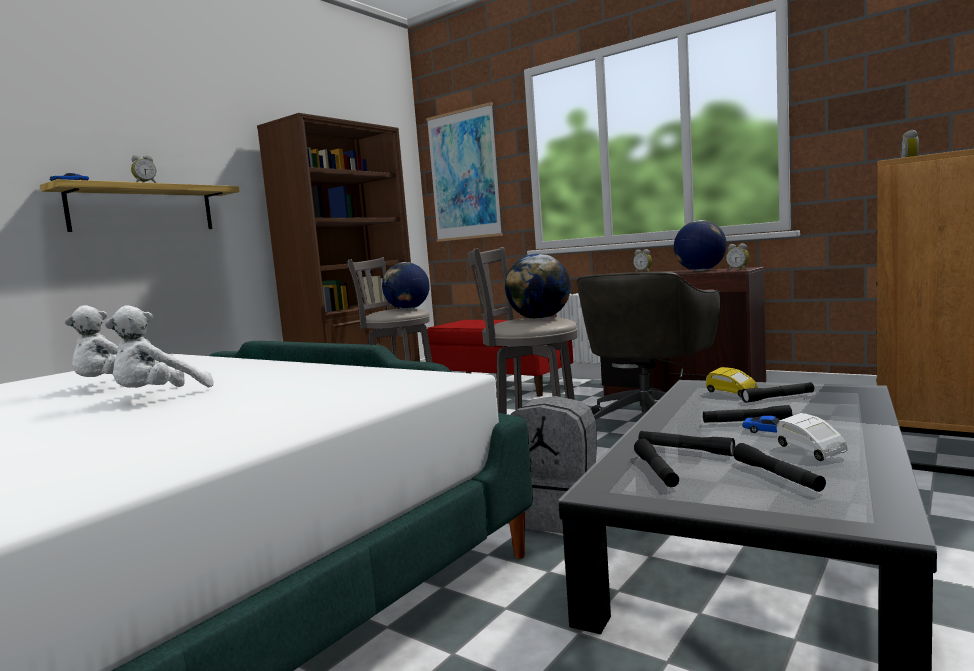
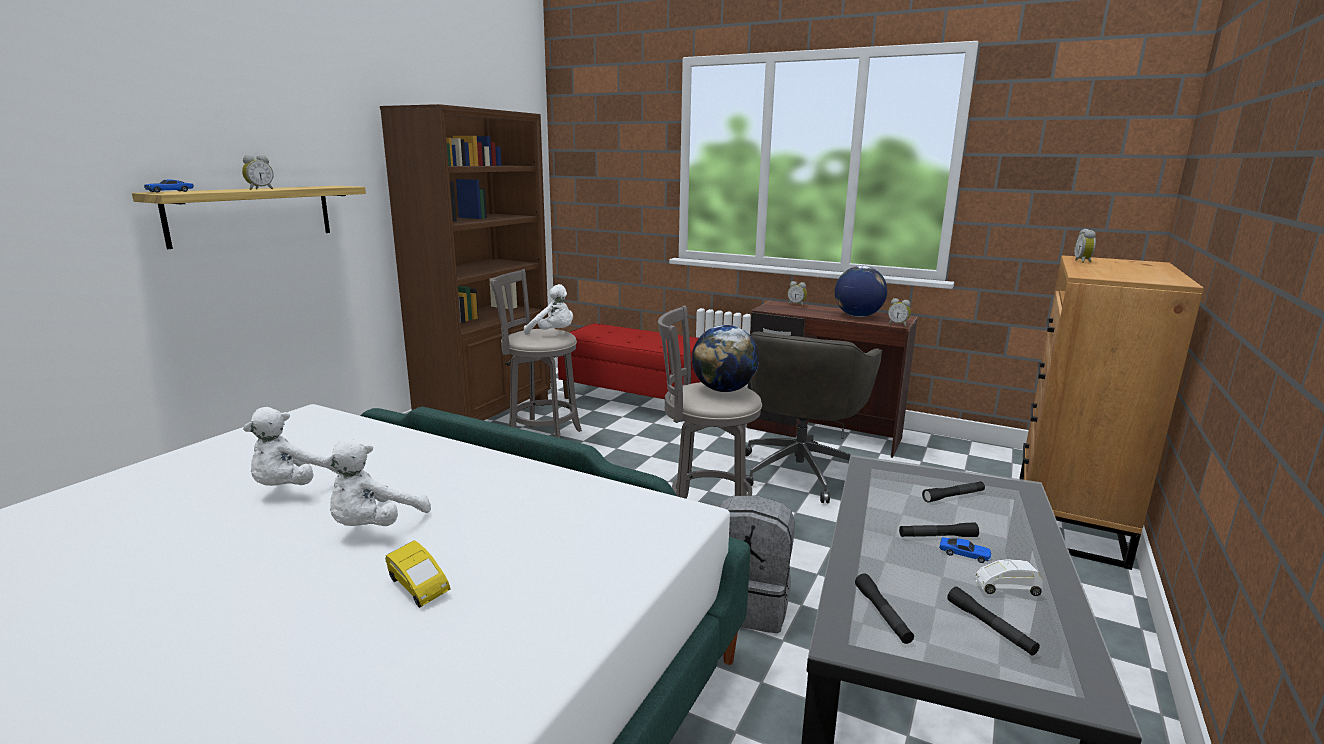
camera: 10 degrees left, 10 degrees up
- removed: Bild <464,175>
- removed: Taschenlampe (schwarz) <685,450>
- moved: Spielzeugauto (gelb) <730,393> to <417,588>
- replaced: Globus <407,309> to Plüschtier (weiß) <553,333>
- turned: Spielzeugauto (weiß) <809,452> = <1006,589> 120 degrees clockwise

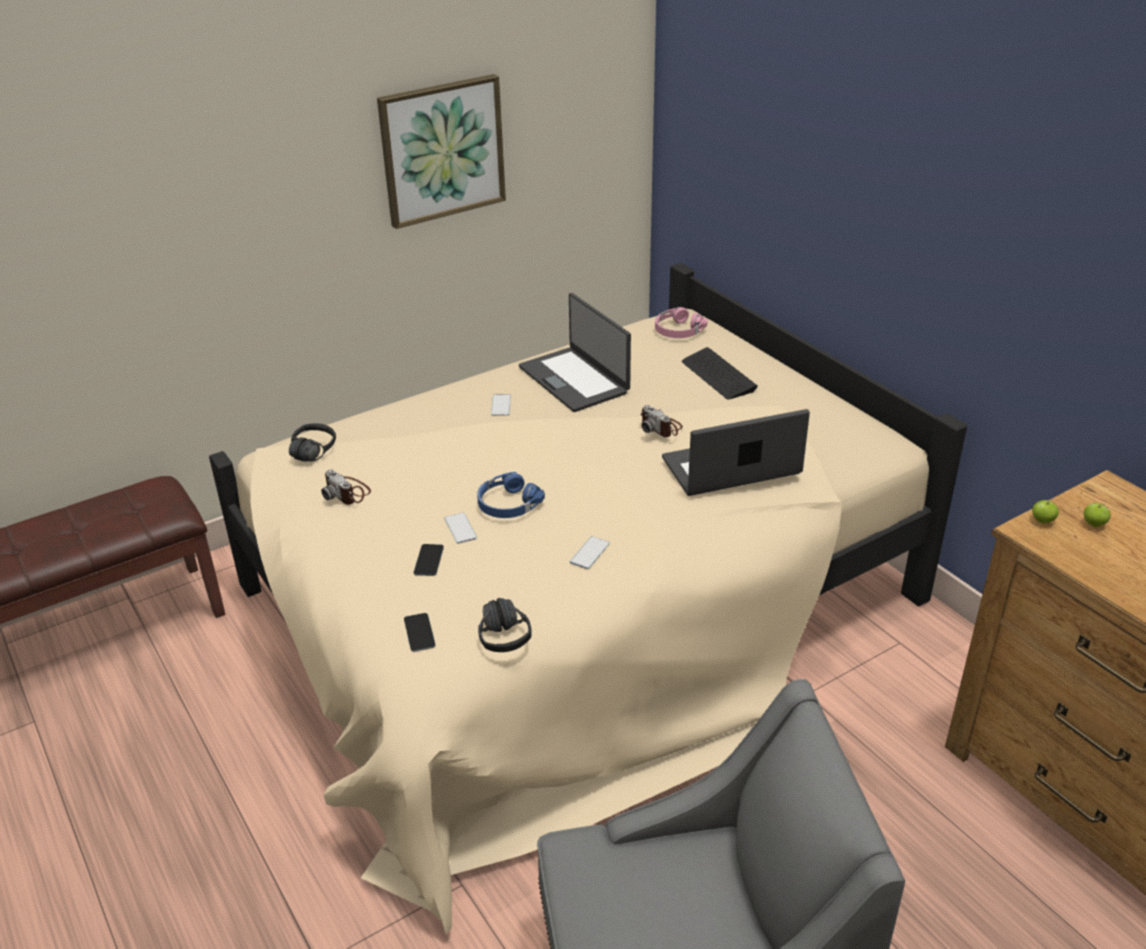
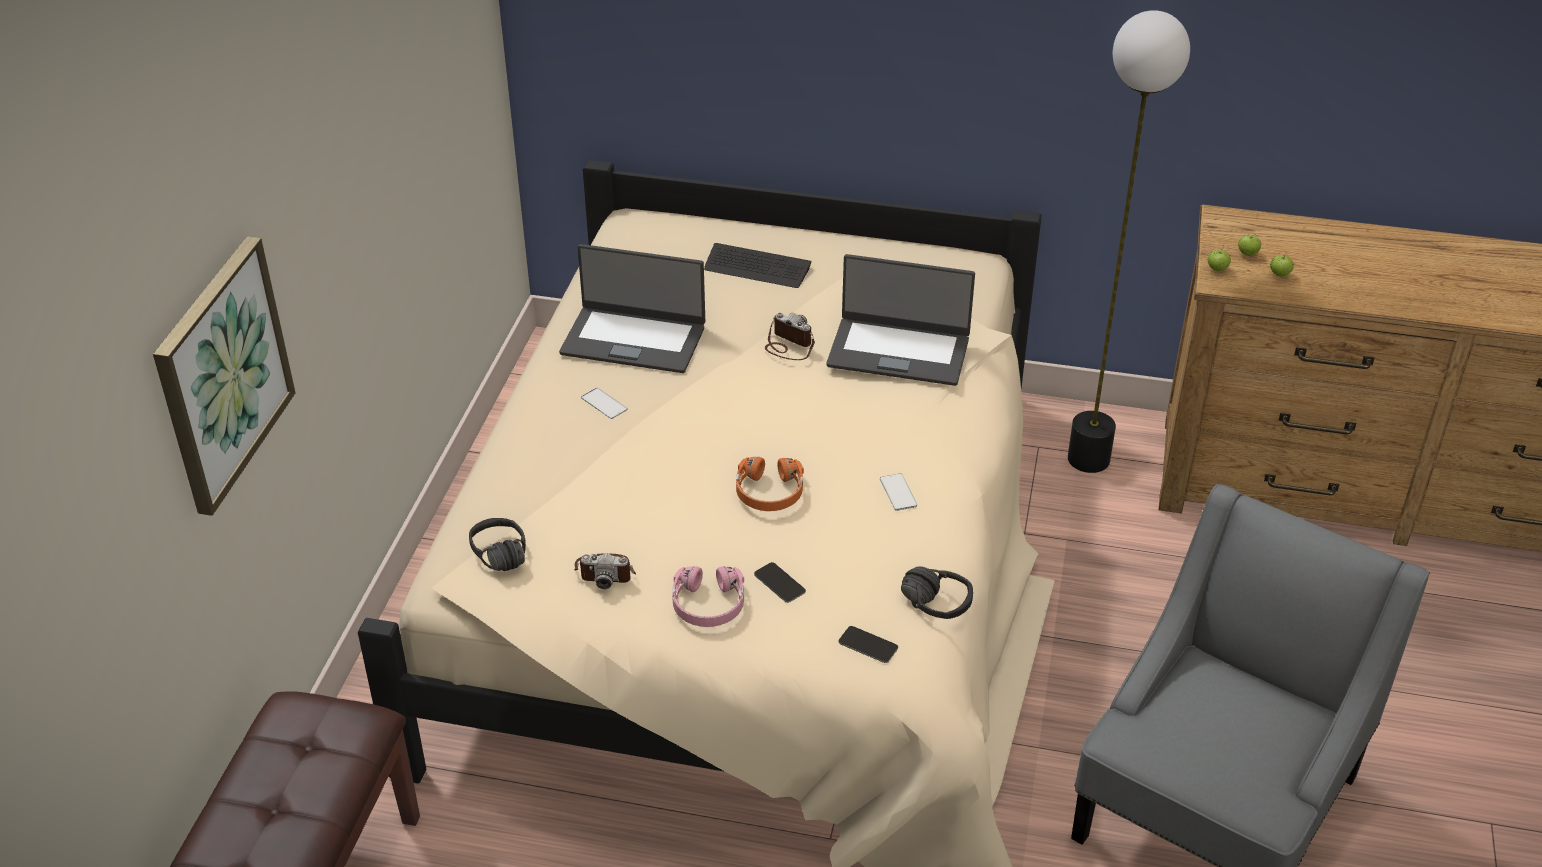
camera: 45 degrees left, 5 degrees up
- removed: Handy <460,528>
- added: Stehlampe <1089,458>
- added: Apfel <1279,275>
- moved: Bild <442,150> to <222,374>
- moved: Kopfhörer (rosa) <678,331> to <708,605>
- recoloured: Kopfhörer (blau) <507,504> to Kopfhörer (orange) <769,492>
- turned: Kamera <661,427> = <788,345> 150 degrees counterclockwise
- turned: Laptop <732,468> = <898,351> 105 degrees counterclockwise

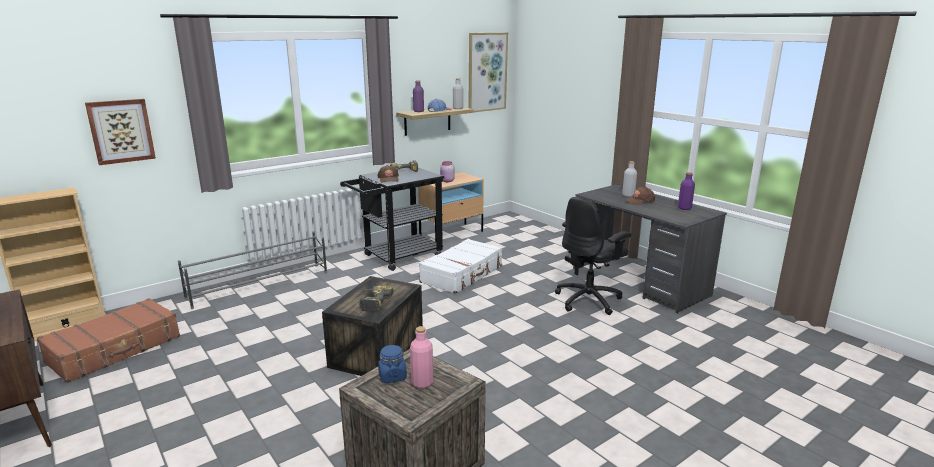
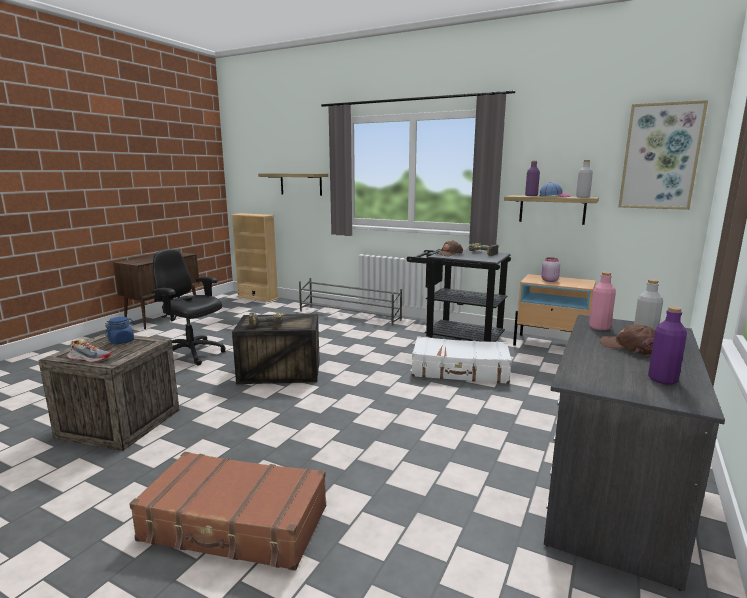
camera: 65 degrees right, 5 degrees down
- added: Schuh <89,358>
- moved: Koffer (braun) <115,349> to <235,524>
- moved: Flasche (rosa) <422,383> to <599,327>
- moved: Bürostuhl (schwarz) <589,300> to <192,355>
- replaced: Bild <121,131> to Wandregal <301,184>

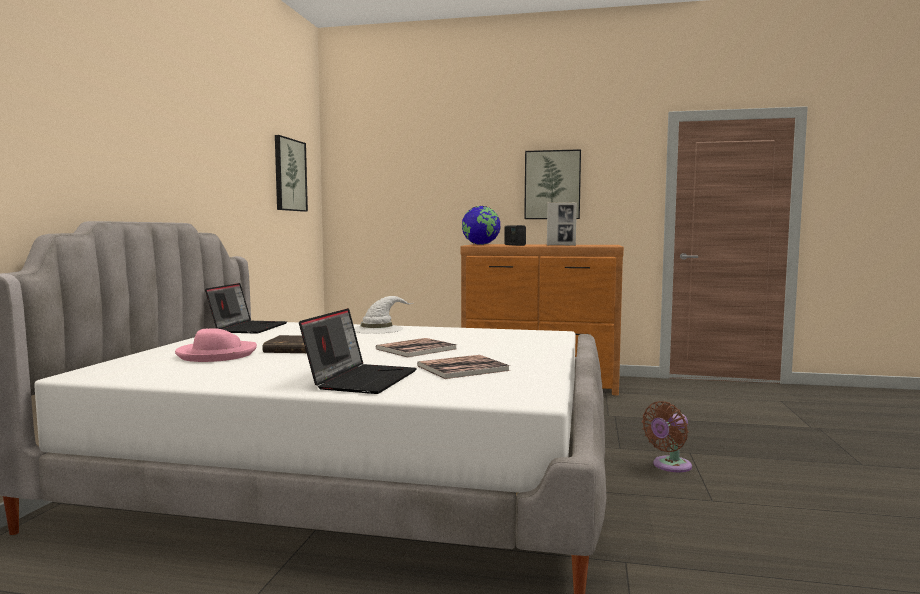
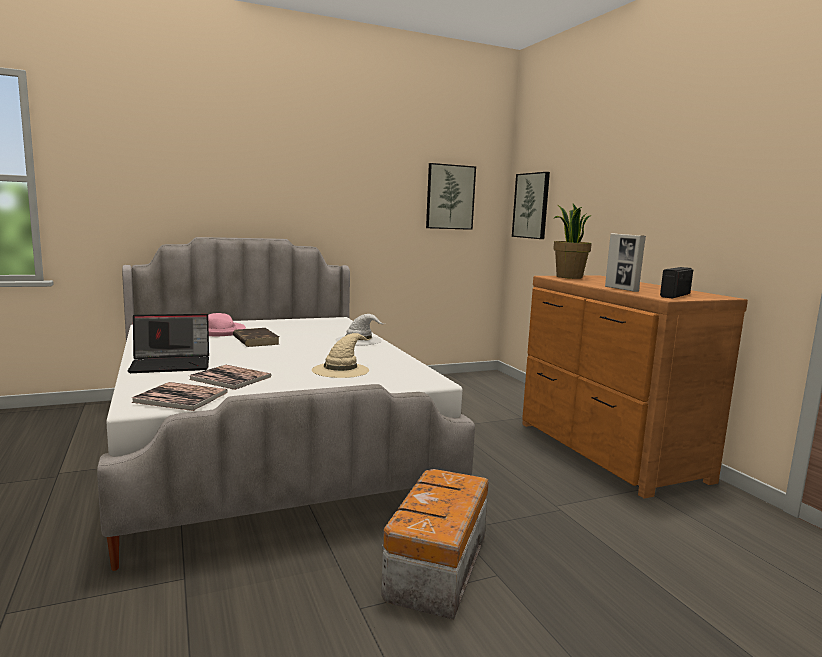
camera: 55 degrees right, 5 degrees up
- removed: Laptop <248,328>
- added: Hut (beige) <341,369>
- moved: Buch <416,349> to <181,397>
- moved: Radio <514,245> to <674,295>
- moved: Bild <552,185> to <531,205>
- replaced: Globus <481,244> to Topfpflanze <568,277>
- replaced: Ventilator (braun) <669,466> to Aufbewahrungsbox <435,567>

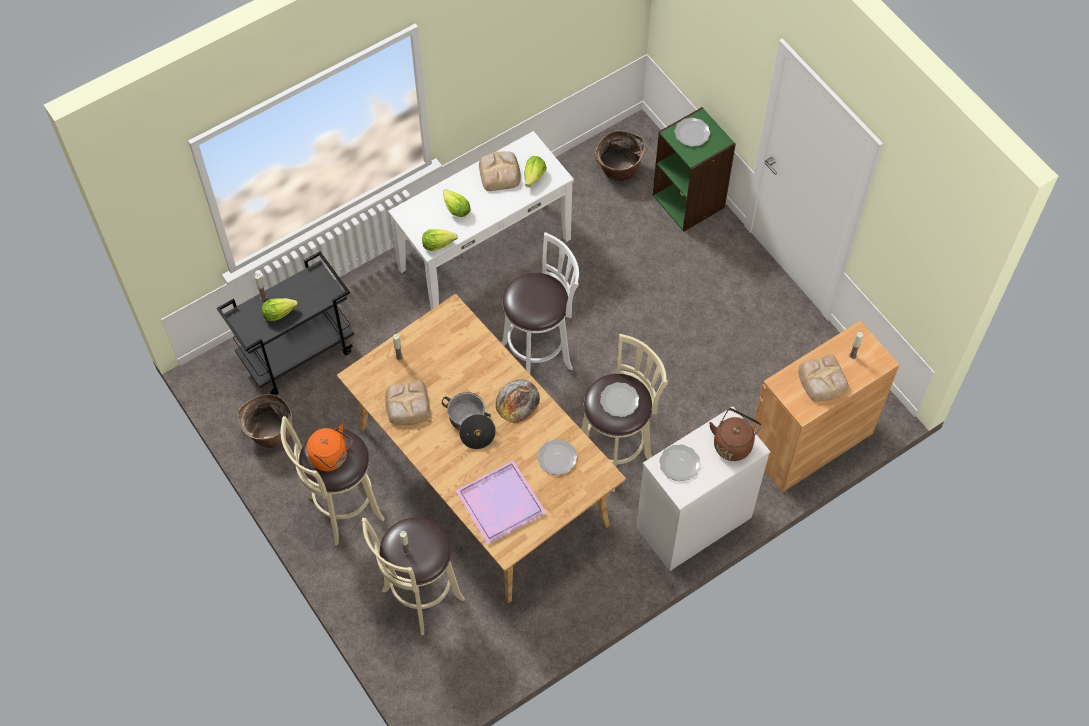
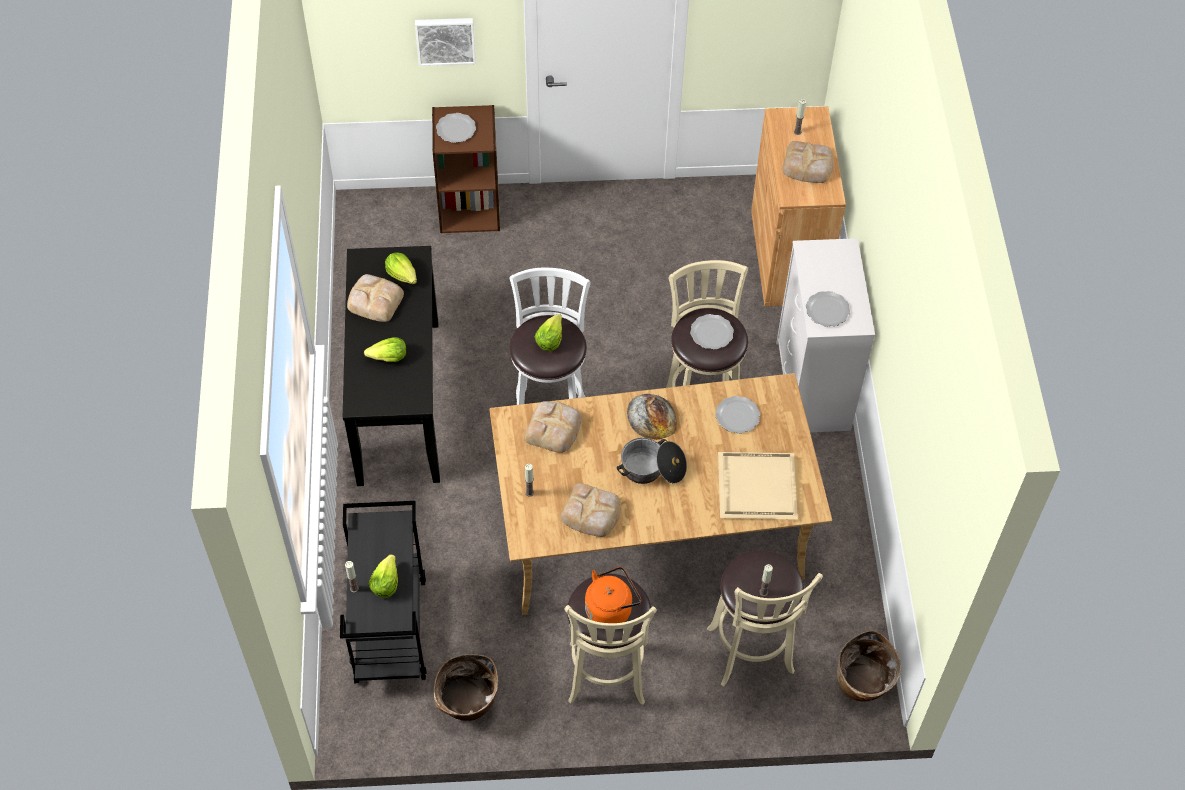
camera: 60 degrees left, 5 degrees down
- removed: Wasserkessel (braun) <733,443>
- added: Bild <445,39>
- added: Brot <554,428>
- moved: Salatkopf <438,243> to <550,339>
- moved: Korb <618,170> to <863,684>
- recoloured: Konsolentisch (weiß) <484,253> to Konsolentisch (schwarz) <398,401>
- recoloured: Tablett (lila) <499,502> to Tablett (beige) <755,488>
- recoloured: Bücherregal (grün) <689,201> to Bücherregal (braun) <469,209>

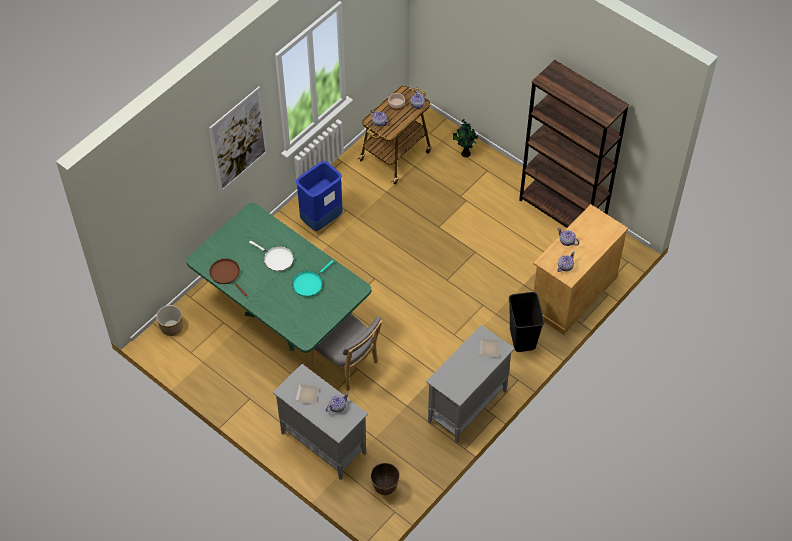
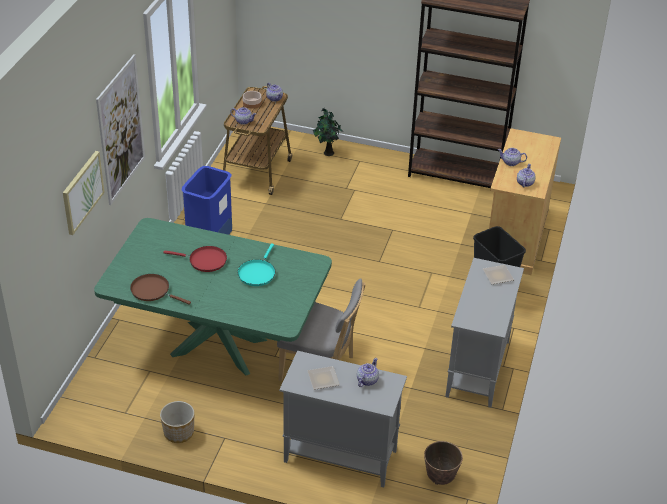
camera: 25 degrees left, 15 degrees down
- added: Bild <82,192>
- moved: Pflanzkübel <171,327> to <178,433>
- recoloured: Pfanne (weiß) <276,259> to Pfanne (rot) <205,261>

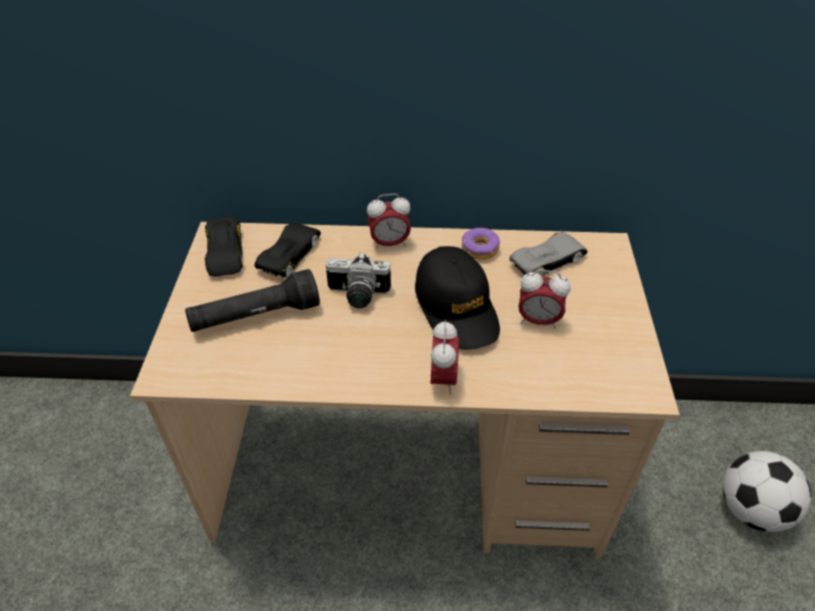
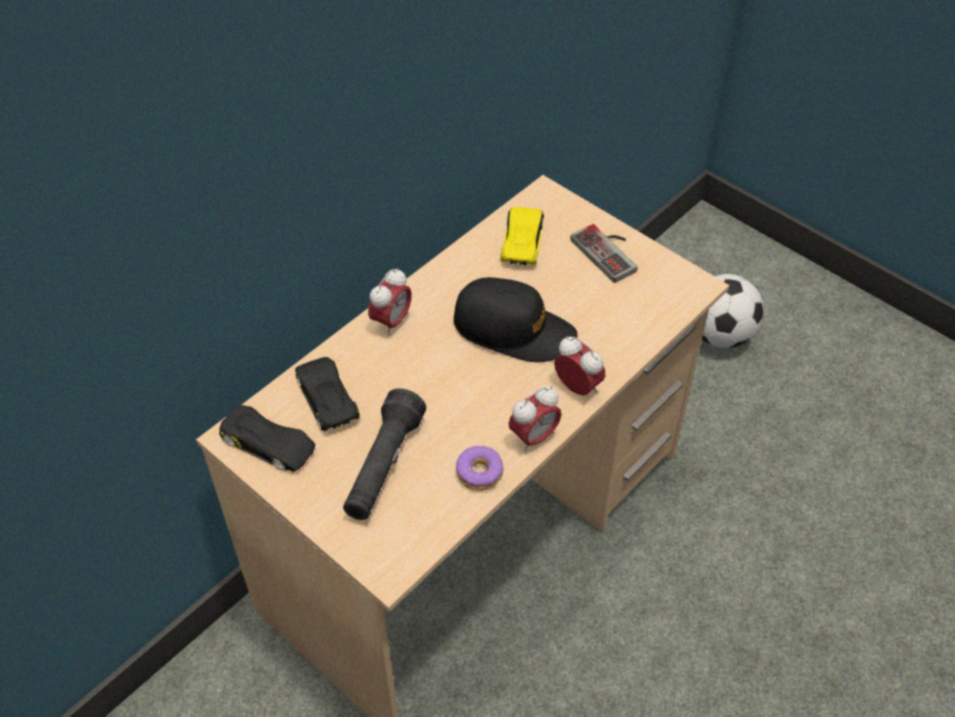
camera: 50 degrees left, 5 degrees up
- removed: Kamera <357,296>
- added: Gamepad <610,252>
- moved: Donut <480,249> to <480,473>
- moved: Wecker <538,320> to <534,437>
- recoloured: Spielzeugauto (grau) <547,260> to Spielzeugauto (gelb) <522,240>

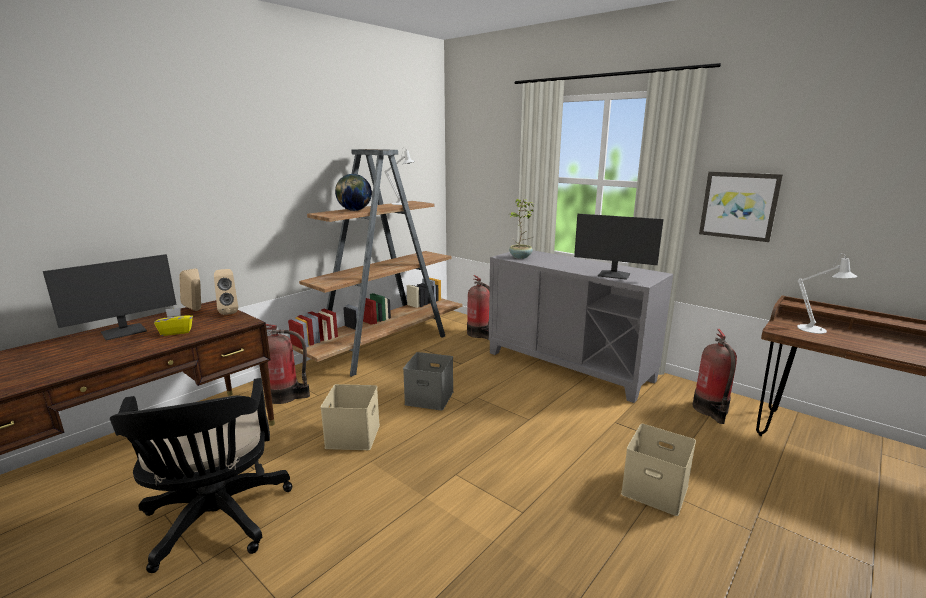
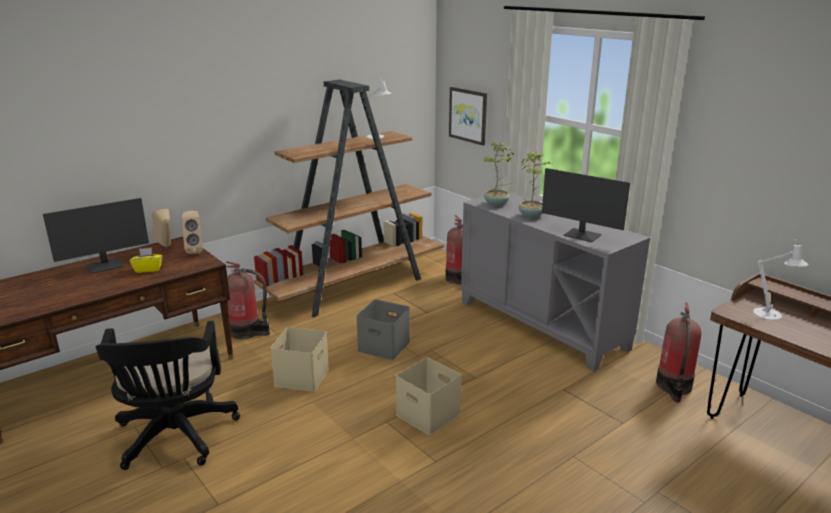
camera: 10 degrees right, 5 degrees up
- removed: Globus <354,210>
- added: Topfpflanze <531,215>
- moved: Aufbewahrungsbox (beige) <656,489> to <429,414>
- moved: Bild <739,205> to <468,115>

